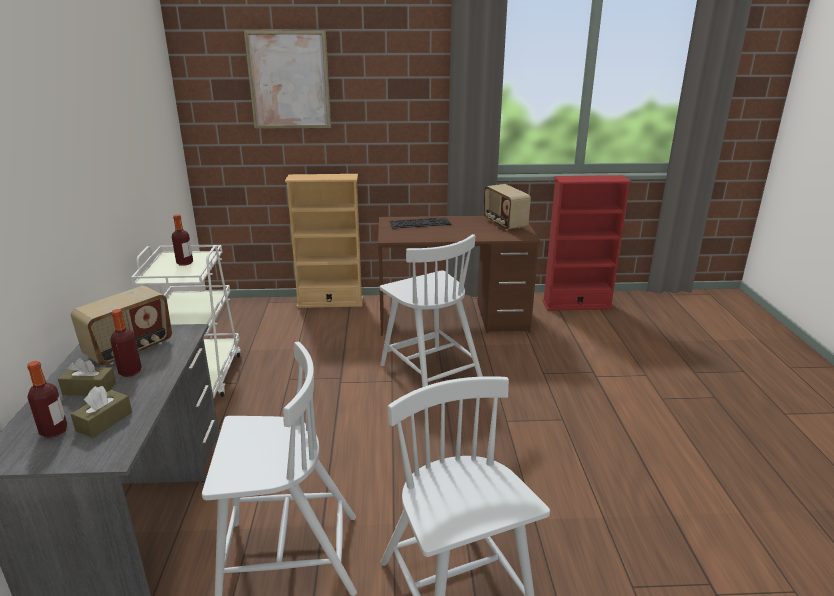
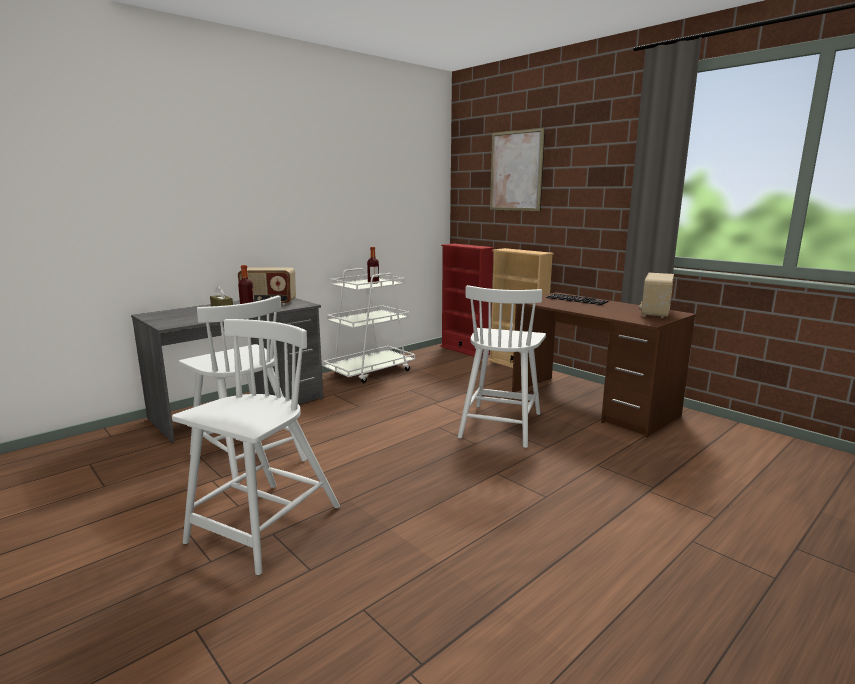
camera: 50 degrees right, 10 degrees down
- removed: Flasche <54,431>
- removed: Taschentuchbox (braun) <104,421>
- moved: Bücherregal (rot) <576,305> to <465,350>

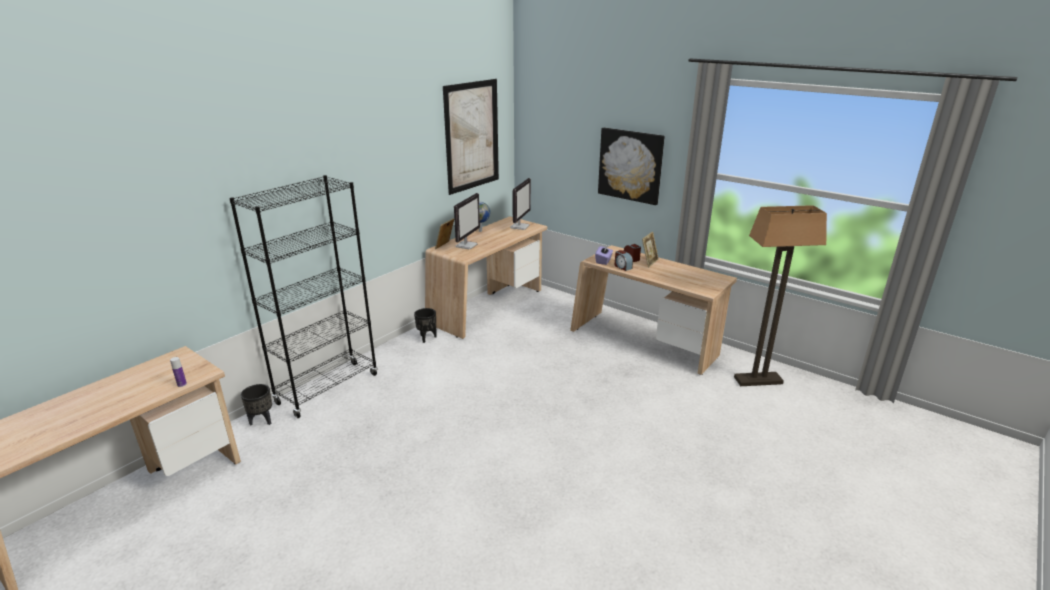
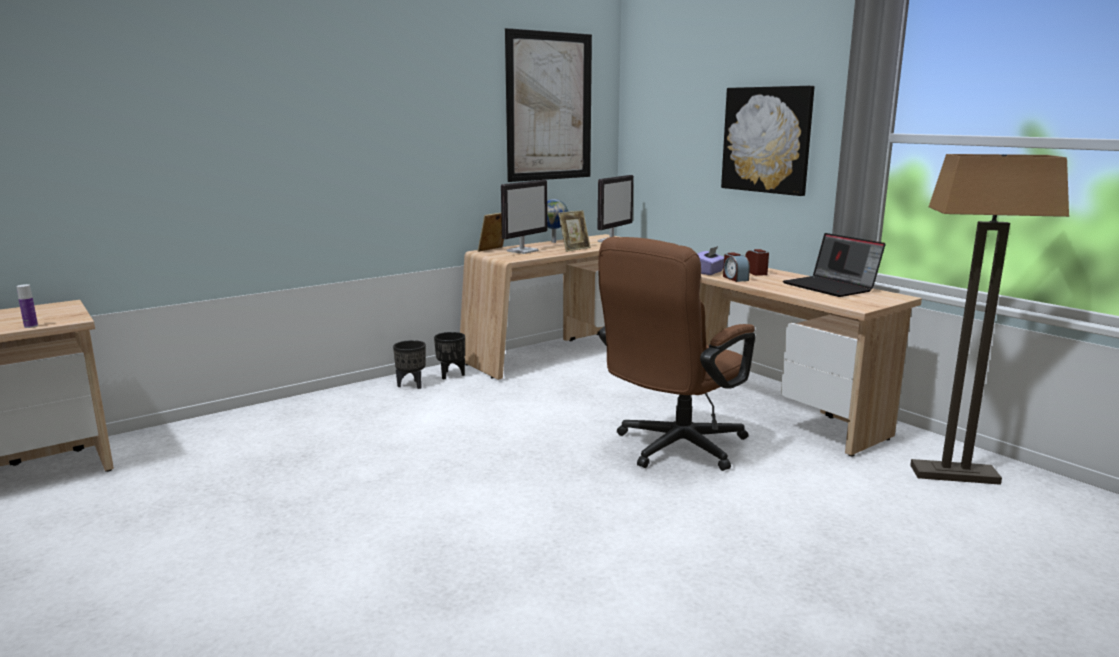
camera: 15 degrees right, 10 degrees down
- removed: Bücherregal (schwarz) <328,389>
- added: Bürostuhl (braun) <673,449>
- added: Laptop <831,287>
- moved: Pflanzkübel (schwarz) <262,420> to <411,385>
- moved: Bilderrahmen <649,262> to <574,249>

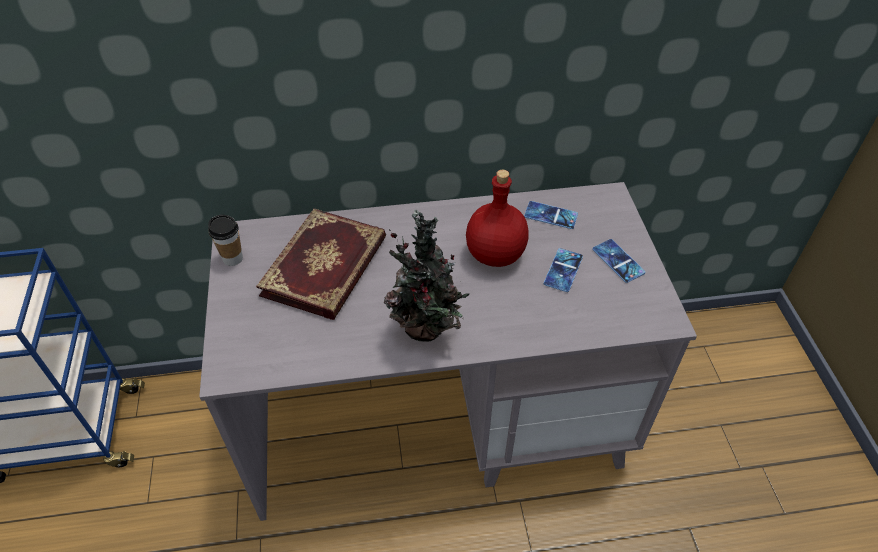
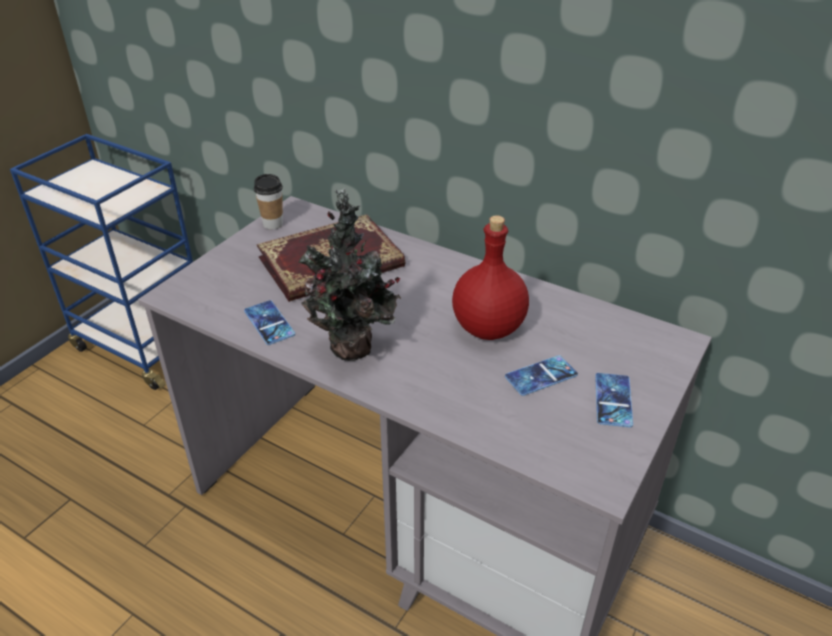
camera: 40 degrees right, 10 degrees down
- moved: Handy <551,215> to <269,323>

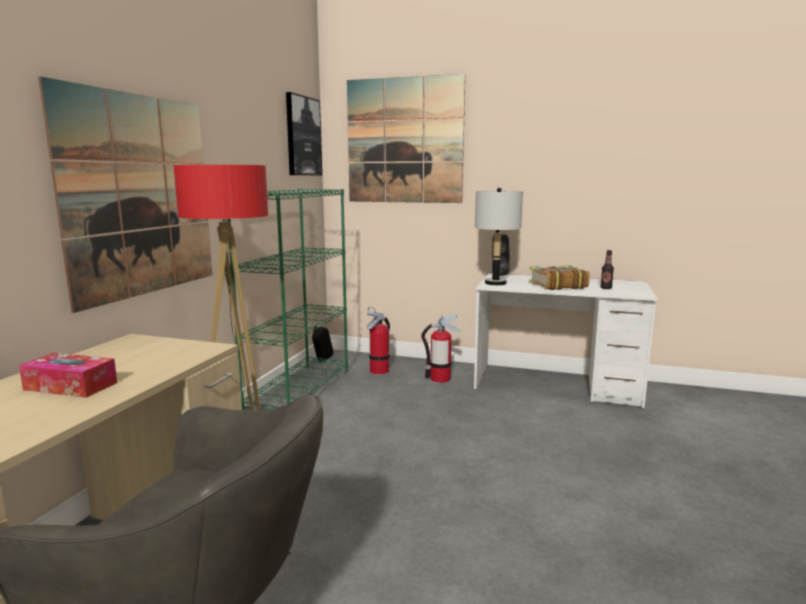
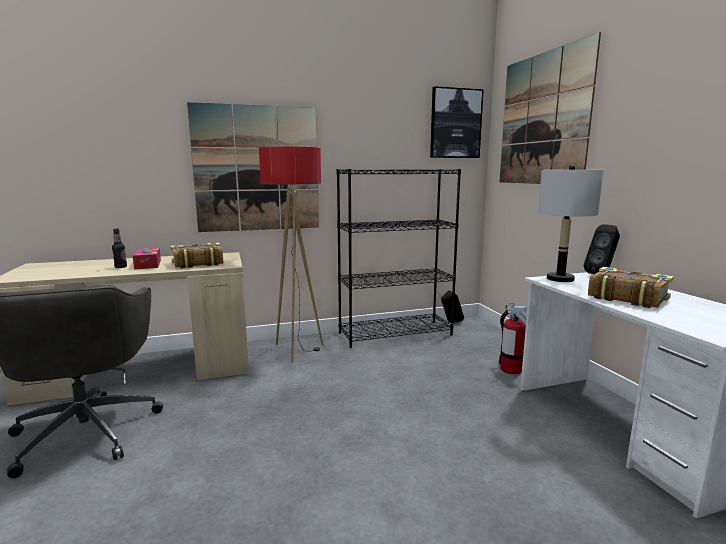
camera: 55 degrees right, 0 degrees up
- removed: Feuerlöscher <379,370>
- added: Buch <197,263>
- moved: Flasche <606,288> to <121,267>
- recoloured: Bücherregal (grün) <299,390> to Bücherregal (schwarz) <396,333>

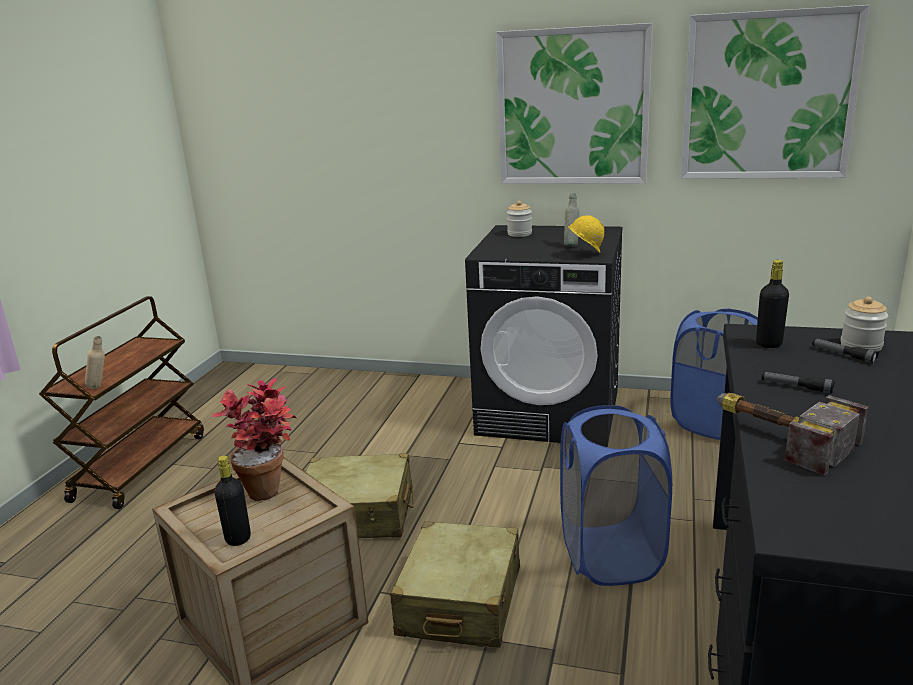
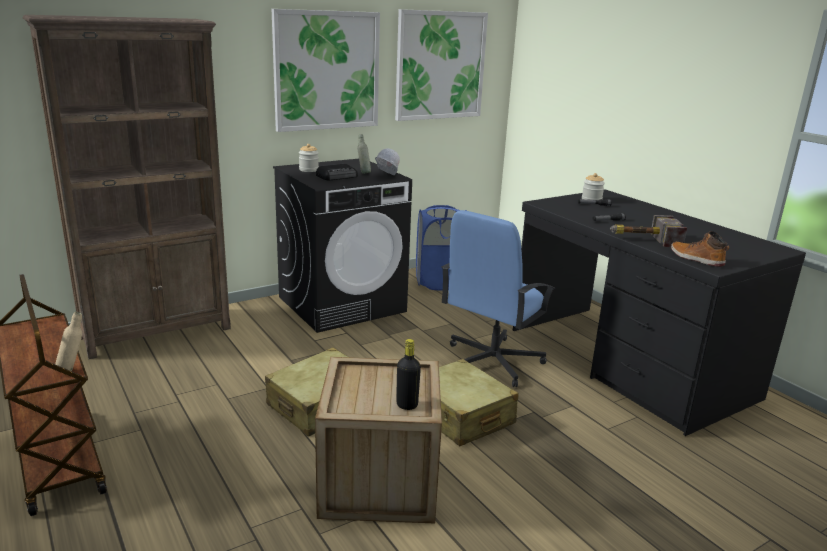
camera: 50 degrees left, 0 degrees up
- removed: Topfpflanze <270,486>
- removed: Flasche (schwarz) <768,344>
- added: Bücherregal (braun) <158,332>
- added: Radio <338,176>
- added: Stiefel <696,259>
- replaced: Wäschekorb (blau) <610,555> to Bürostuhl (blau) <491,361>
- recoloured: Schutzhelm (gelb) <585,254> to Schutzhelm (weiß) <386,176>

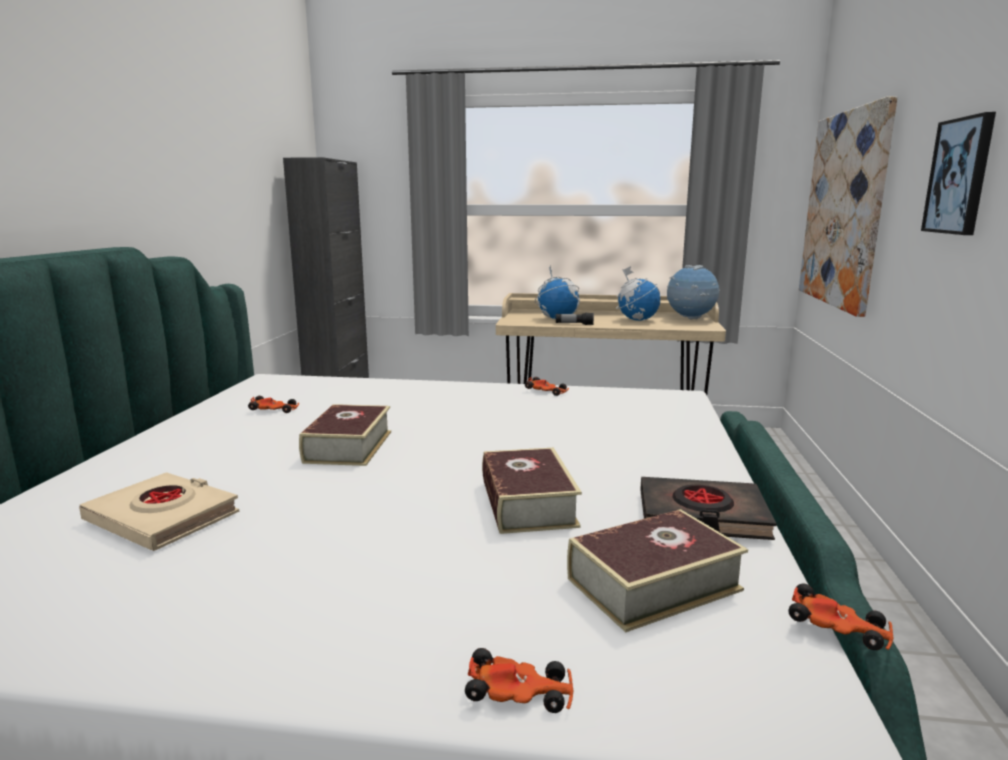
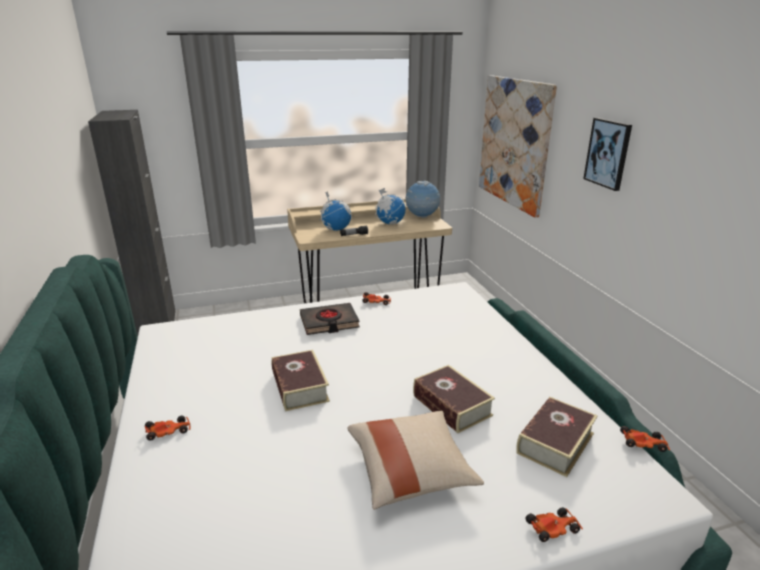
camera: 25 degrees left, 10 degrees up
- removed: Buch (beige) <163,518>
- added: Kissen (beige) <410,471>
- moved: Spielzeugauto <275,410> to <169,431>
- moved: Buch (schwarz) <702,516> to <329,322>

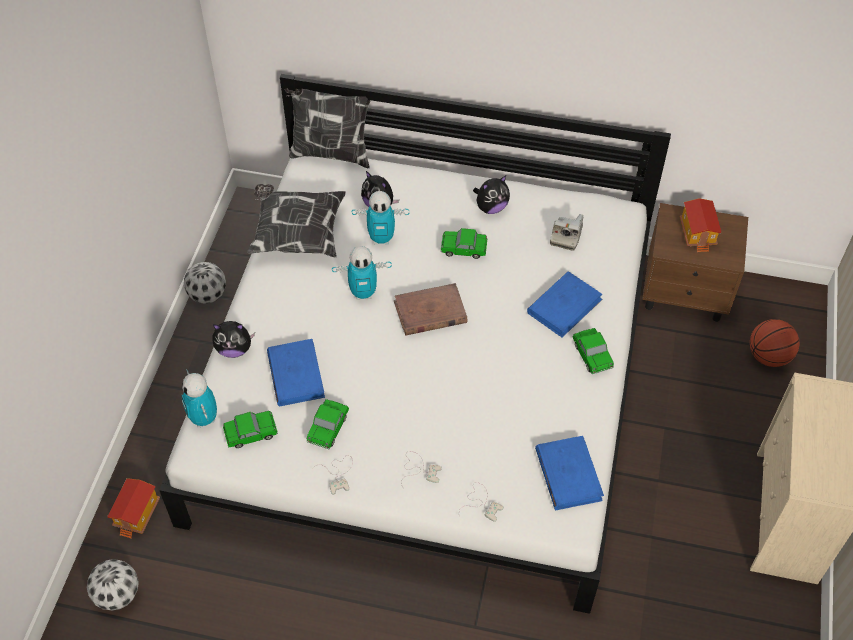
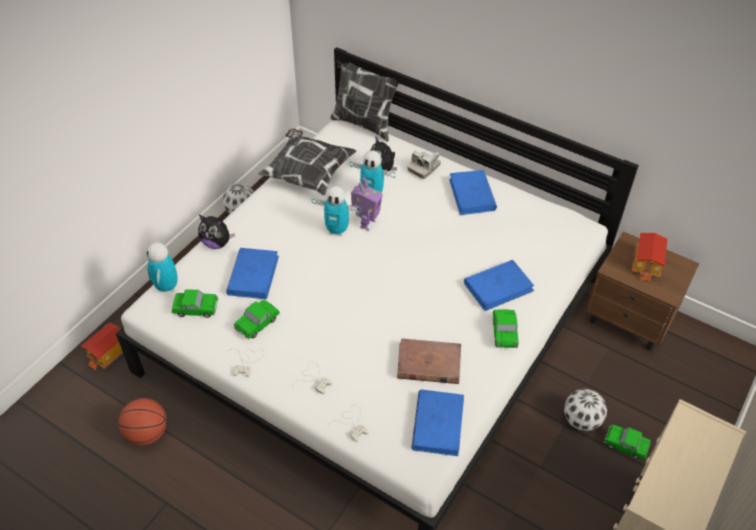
camera: 20 degrees right, 5 degrees down
- added: Spielzeugroboter <366,224>
- moved: Fußball <118,595> to <581,421>
- moved: Buch (braun) <430,312> to <428,364>
- moved: Spielzeugauto <463,249> to <625,445>
- moved: Kamera <566,236> to <424,168>
- moved: Basketball <768,356> to <147,433>
- replaced: Plüschtier <491,207> to Buch (blau) <472,195>

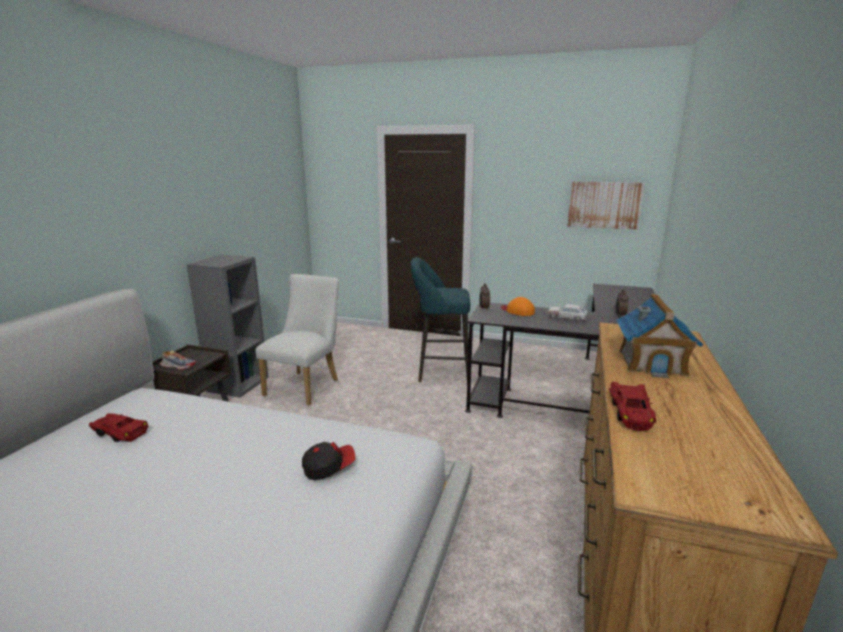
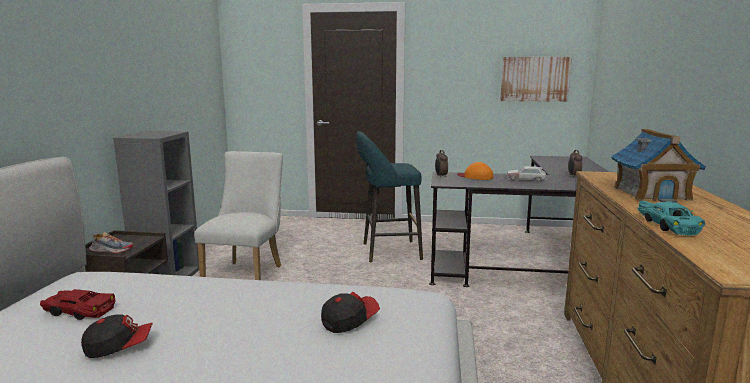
camera: 10 degrees left, 5 degrees down
- added: Kappe <119,347>
- recoloured: Spielzeugauto (rot) <630,413> to Spielzeugauto (türkis) <668,226>

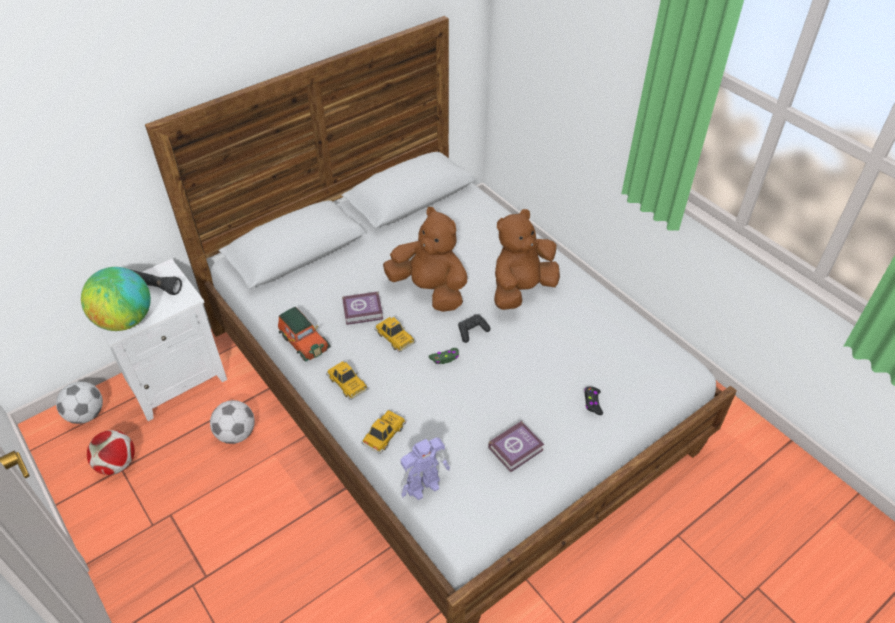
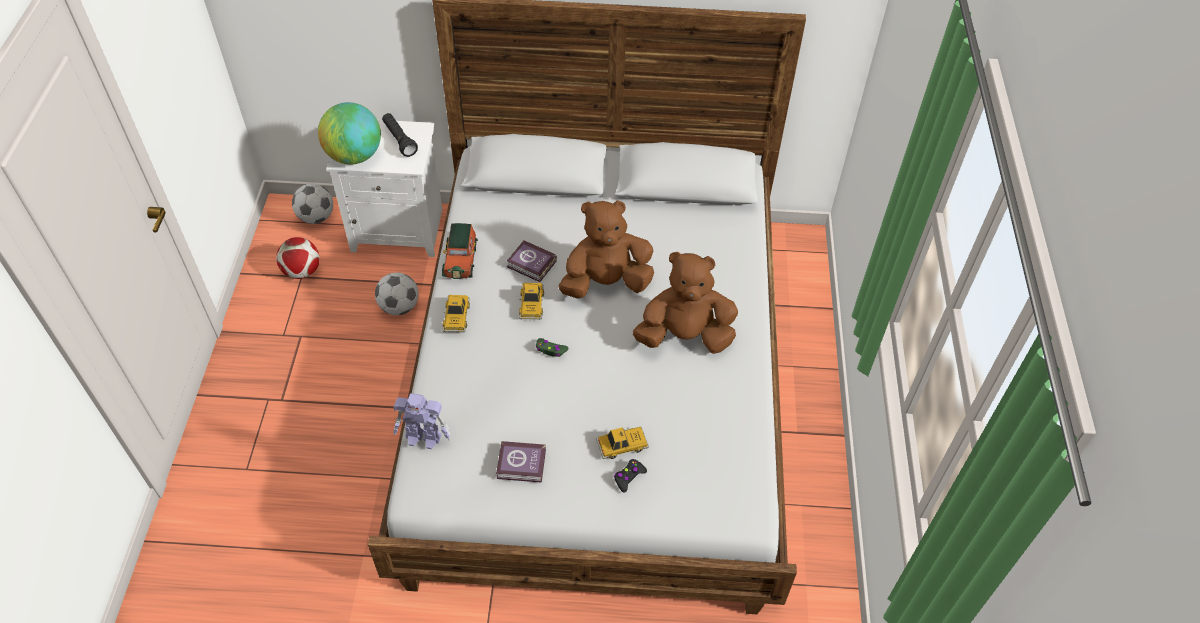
camera: 40 degrees right, 5 degrees up
- removed: Gamepad (schwarz) <472,331>
- moved: Spielzeugauto <384,434> to <622,445>
- turned: Plüschtier (braun) <430,290> = <606,282> 90 degrees counterclockwise

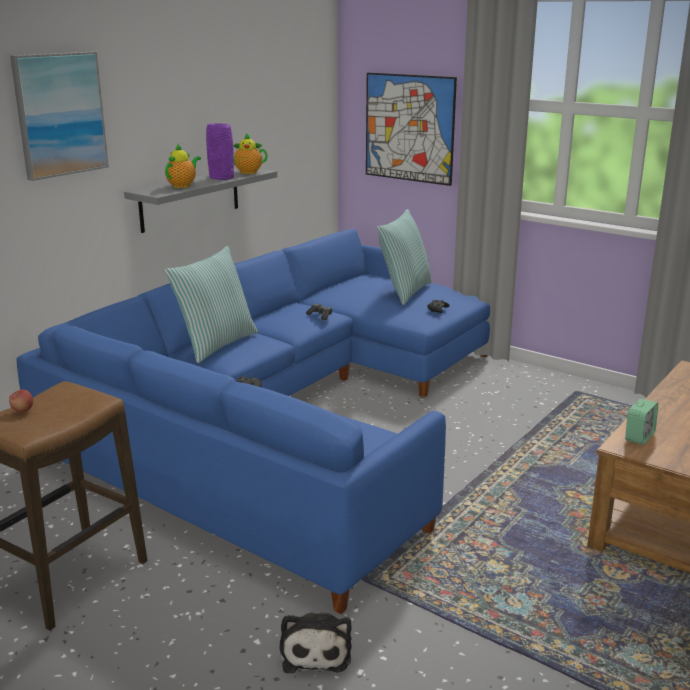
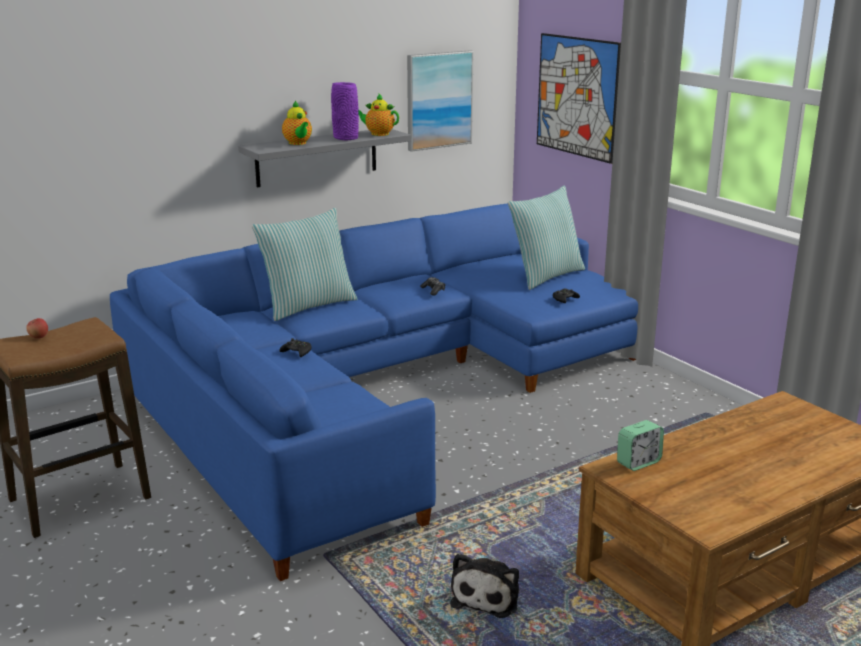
camera: 20 degrees right, 0 degrees up
- moved: Bild <60,114> to <438,100>
- moved: Plüschtier <316,651> to <487,596>
- turned: Teekanne <183,185> = <298,143> 105 degrees clockwise

